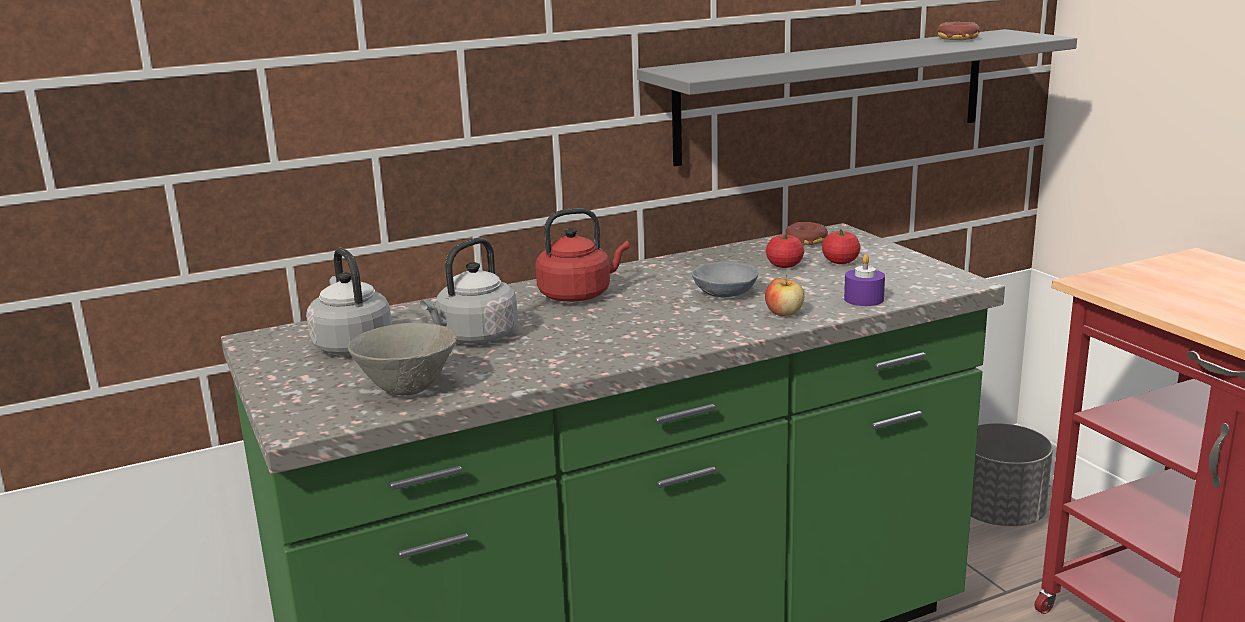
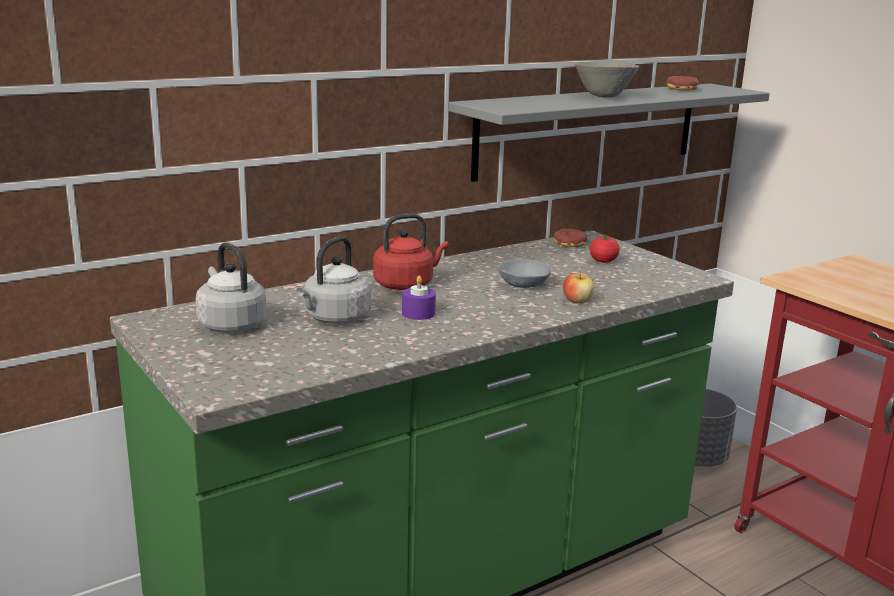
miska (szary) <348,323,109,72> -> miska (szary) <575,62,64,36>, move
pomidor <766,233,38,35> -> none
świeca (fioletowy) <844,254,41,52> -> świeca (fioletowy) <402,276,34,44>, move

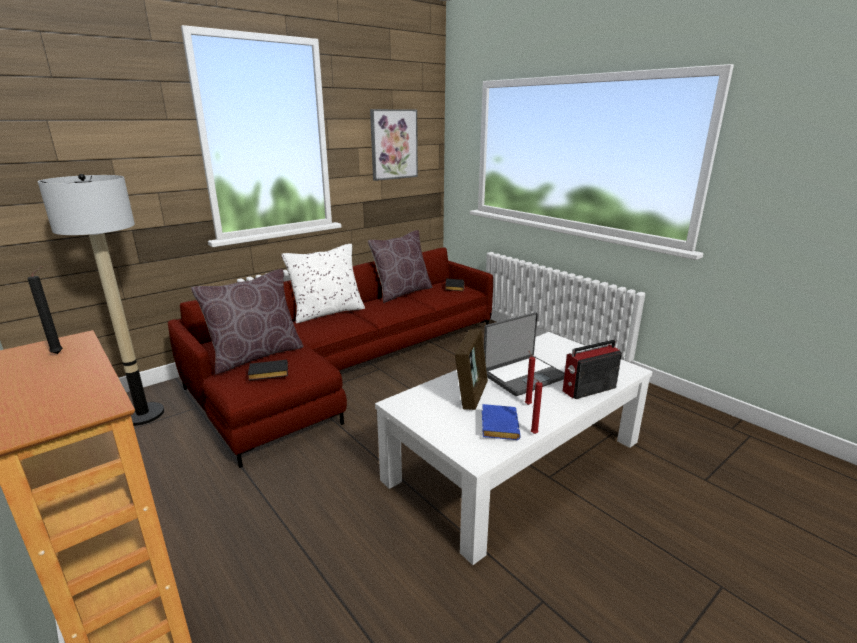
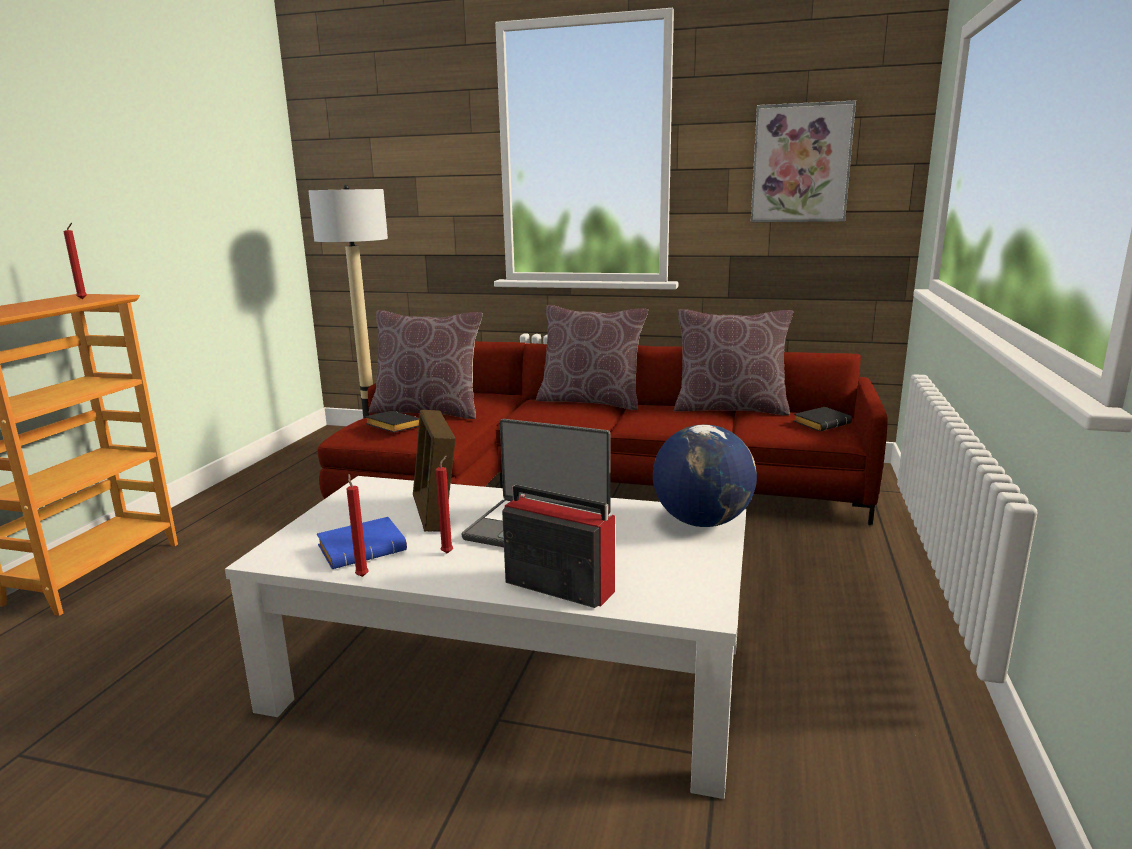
świeca (czarny) <27,266,36,88> -> świeca (czerwony) <63,223,24,76>
poduszka (biały) <281,244,84,79> -> poduszka (brązowy) <536,305,112,105>
ramka na zdjęcie <455,329,33,81> -> ramka na zdjęcie <413,410,43,122>, 90 degrees clockwise
none -> globus <653,424,104,103>

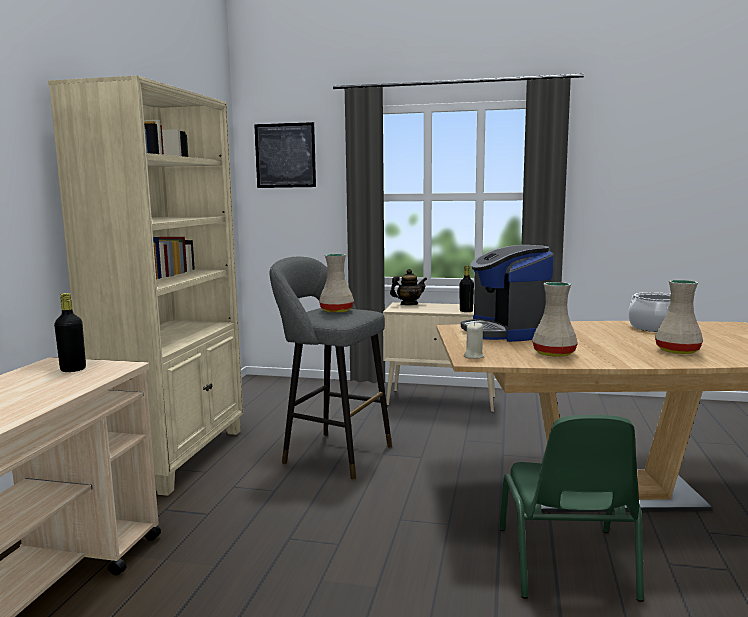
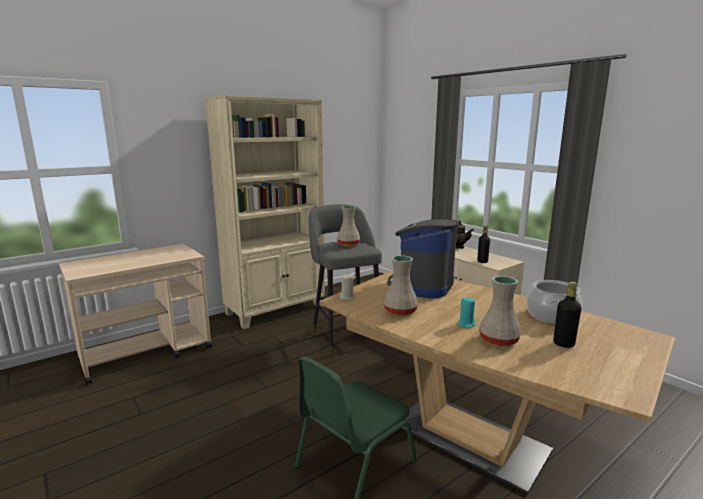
butelka (czarny) <54,293,32,79> -> butelka (czarny) <553,282,28,66>, move
obraz <254,122,62,66> -> none
none -> świeca (turkusowy) <458,297,18,32>

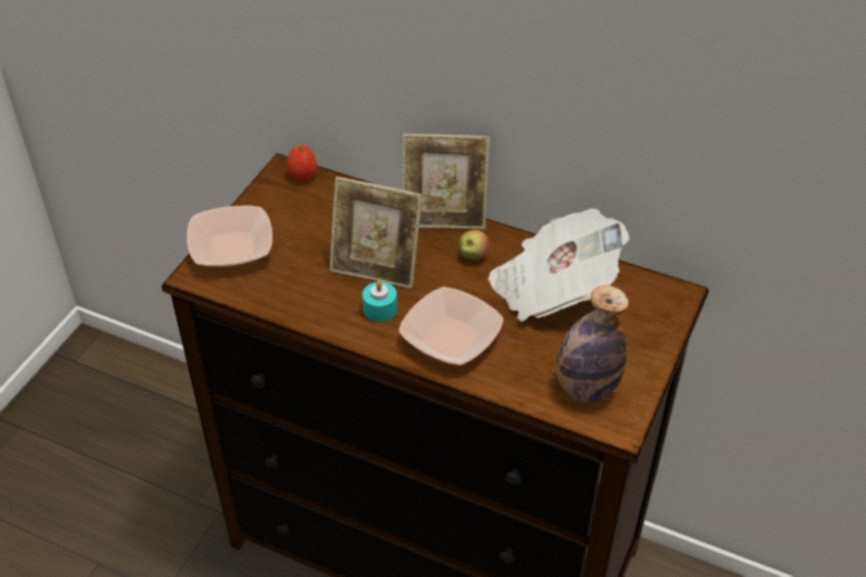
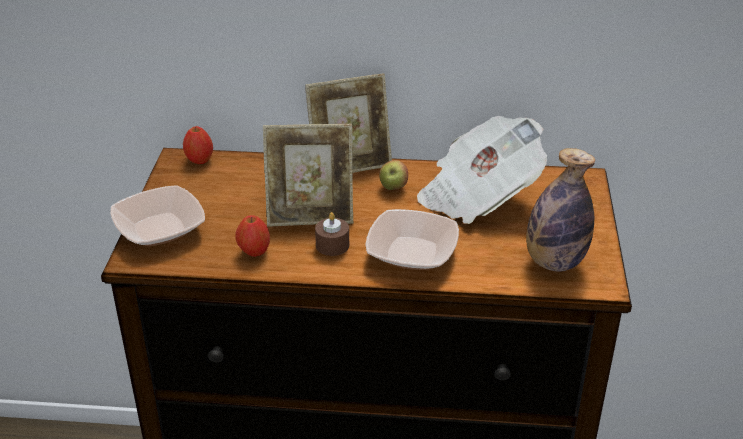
świeca (turkusowy) <362,280,35,42> -> świeca (brązowy) <315,212,34,44>
none -> jabłko <235,215,35,42>

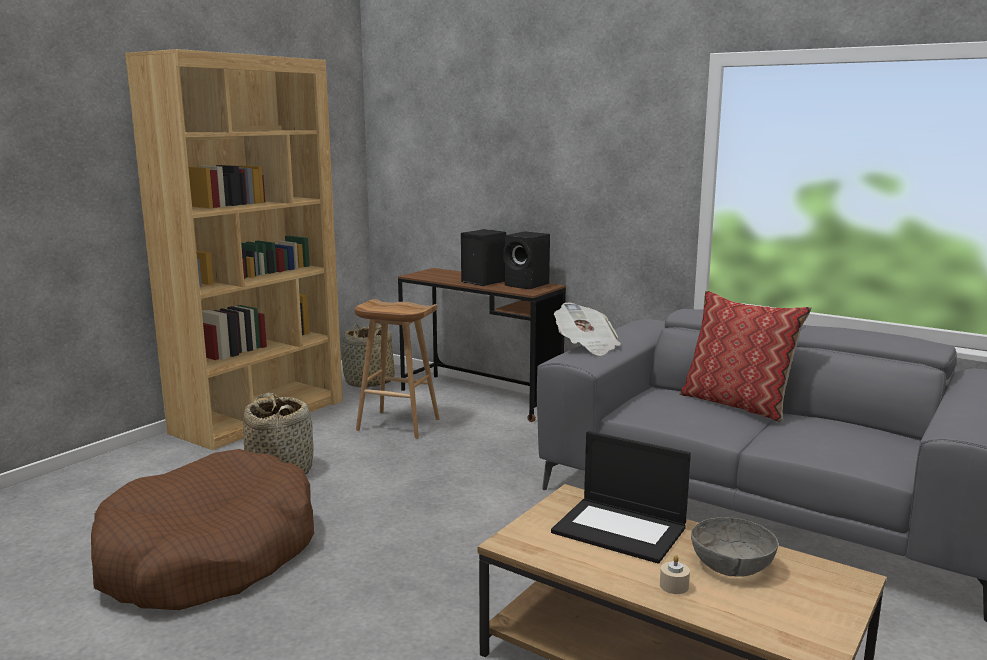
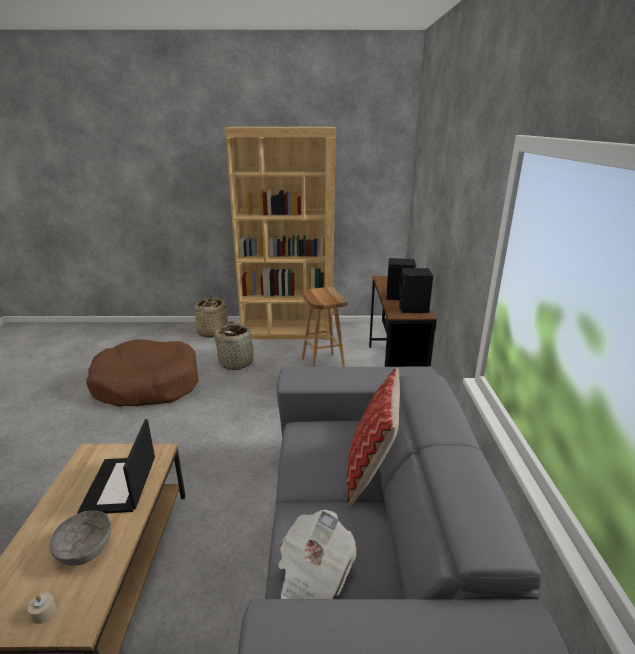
koszyk <341,324,54,64> -> koszyk <195,296,33,42>, move
gazeta <554,303,67,53> -> gazeta <278,510,79,89>, move
świeca (beżowy) <660,555,30,39> -> świeca (beżowy) <28,593,29,31>, move

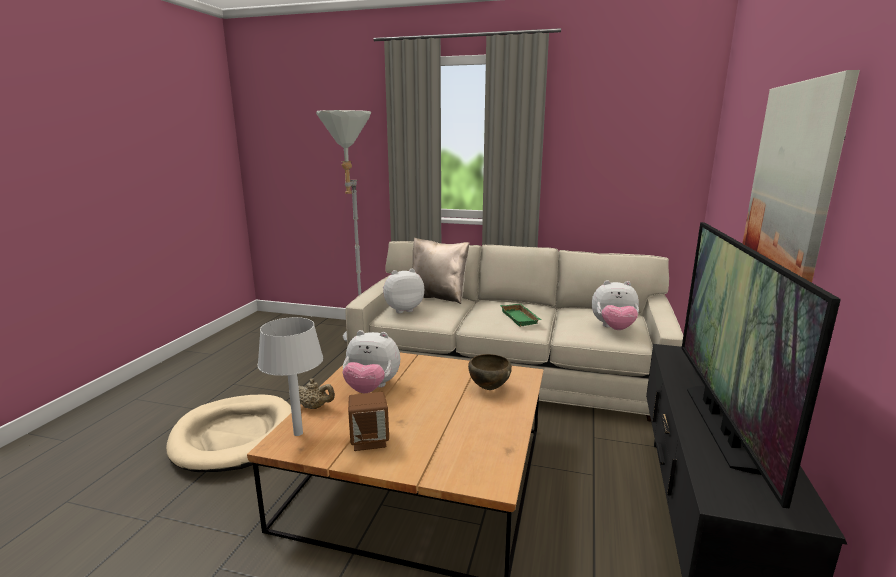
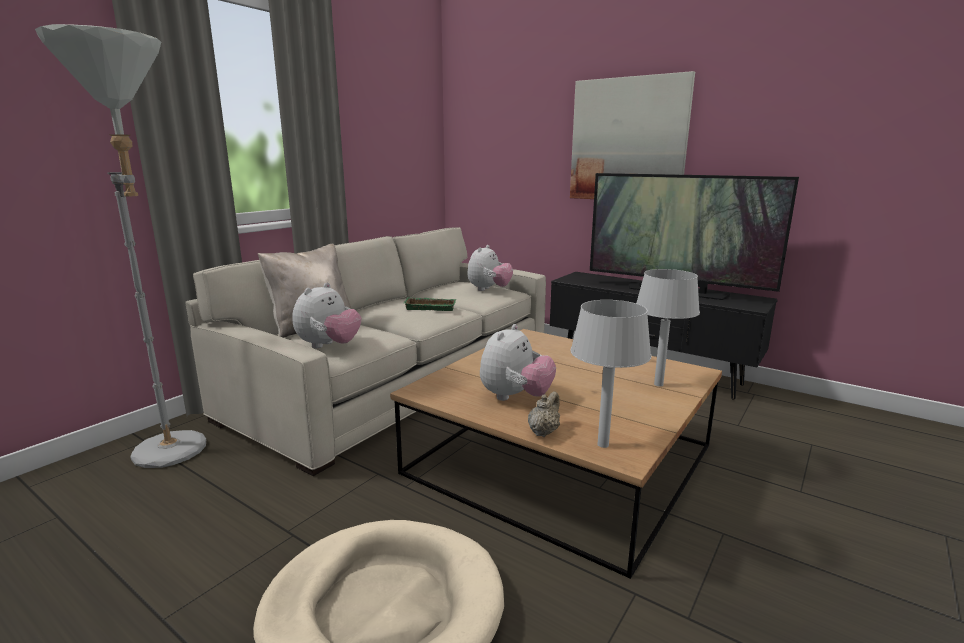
głośnik (brązowy) <348,392,41,59> -> none
pluszak <383,268,41,45> -> pluszak <292,283,69,65>, 150 degrees counterclockwise
miska (brązowy) <468,354,44,36> -> none
none -> lampa stołowa (szary) <636,269,64,117>

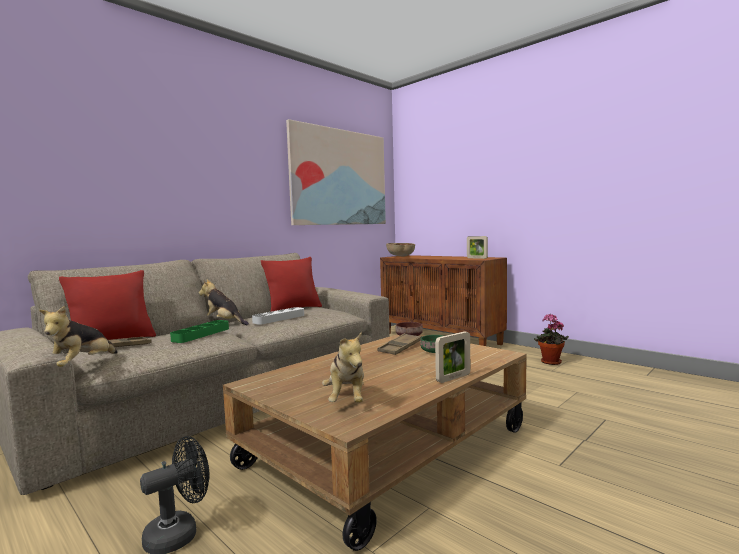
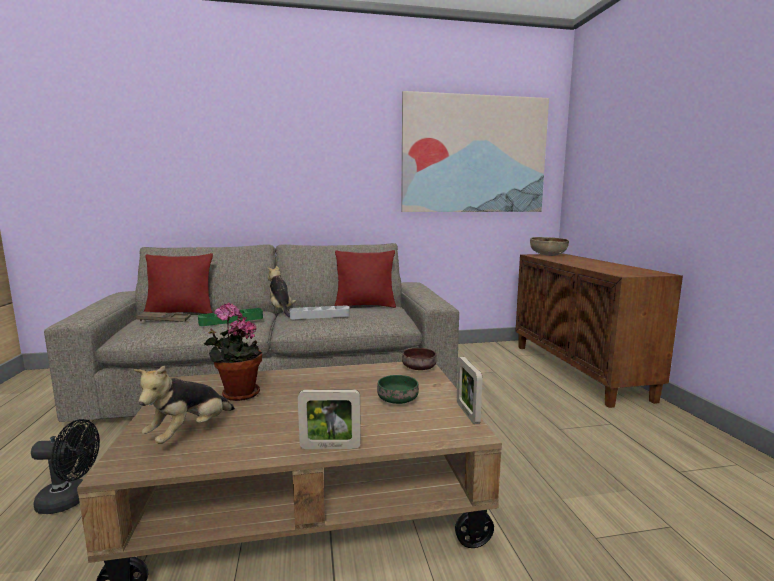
pluszak <39,306,79,61> -> none
taca (brązowy) <378,333,44,22> -> none
ramka na zdjęcie <467,236,21,23> -> ramka na zdjęcie <457,357,26,67>, move
roślina doniczkowa <534,314,35,51> -> roślina doniczkowa <204,303,58,98>, move

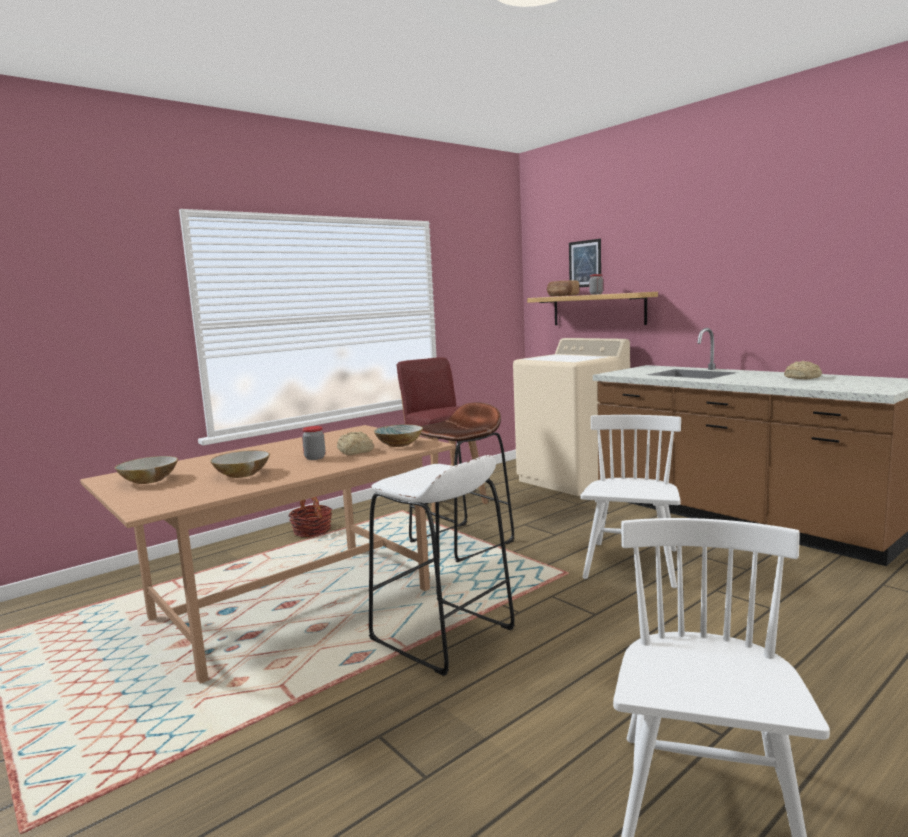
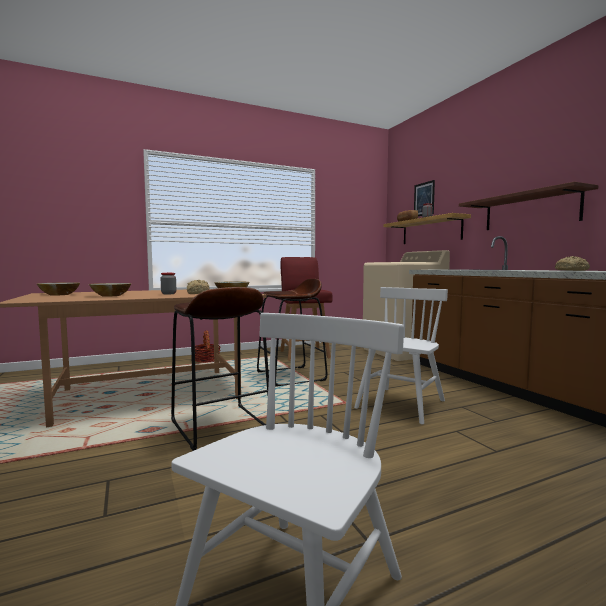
stołek (biały) <369,455,146,221> -> stołek (brązowy) <171,287,98,164>
none -> półka <459,182,140,48>

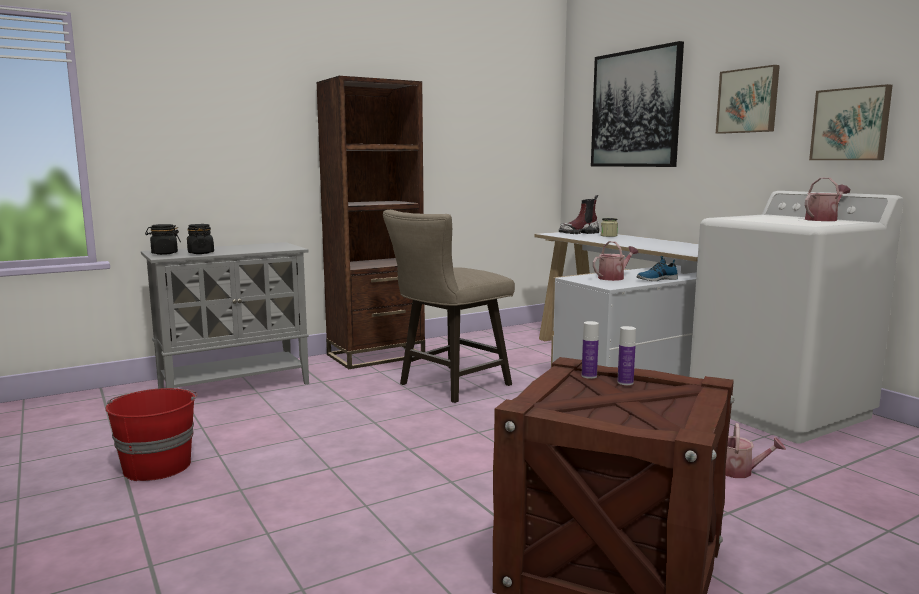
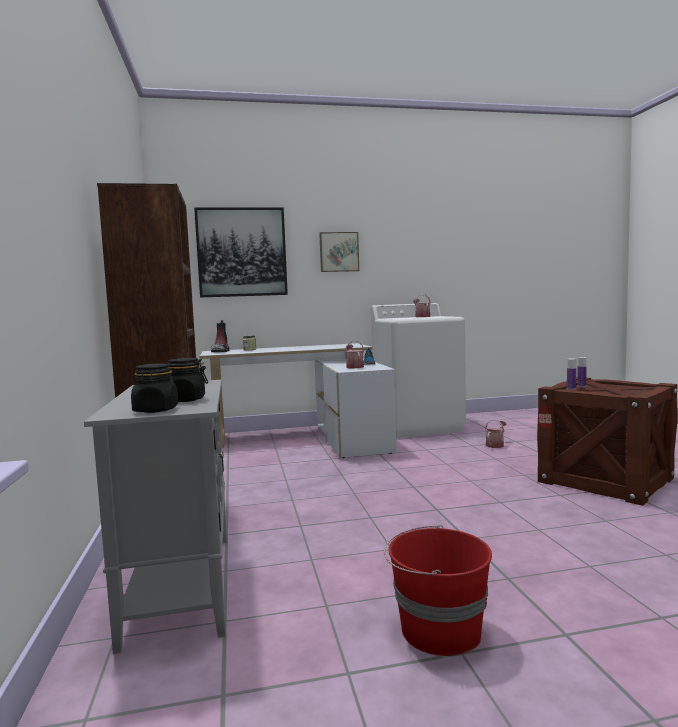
stołek (beżowy) <383,210,132,193> -> none
obraz <809,84,84,76> -> none

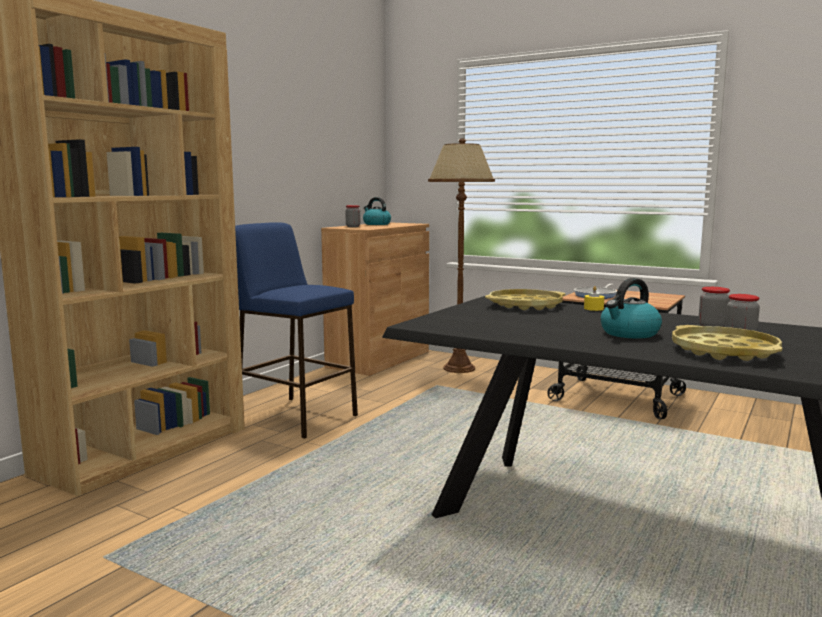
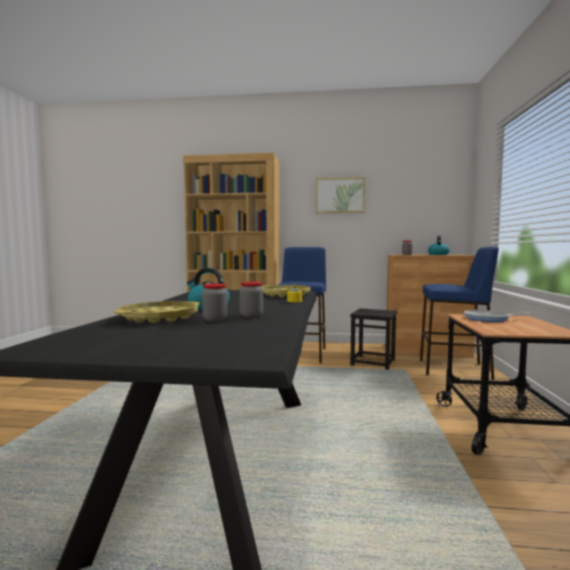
lampa stojąca (brązowy) <428,138,67,235> -> stołek (niebieski) <420,247,79,133>
none -> obraz <315,177,50,36>
none -> stołek (czarny) <350,308,47,62>

